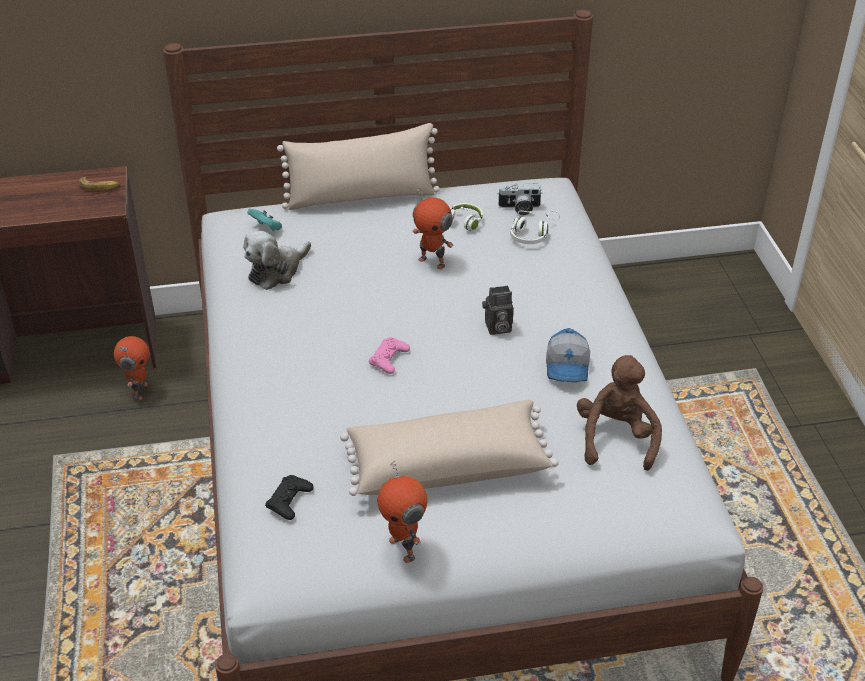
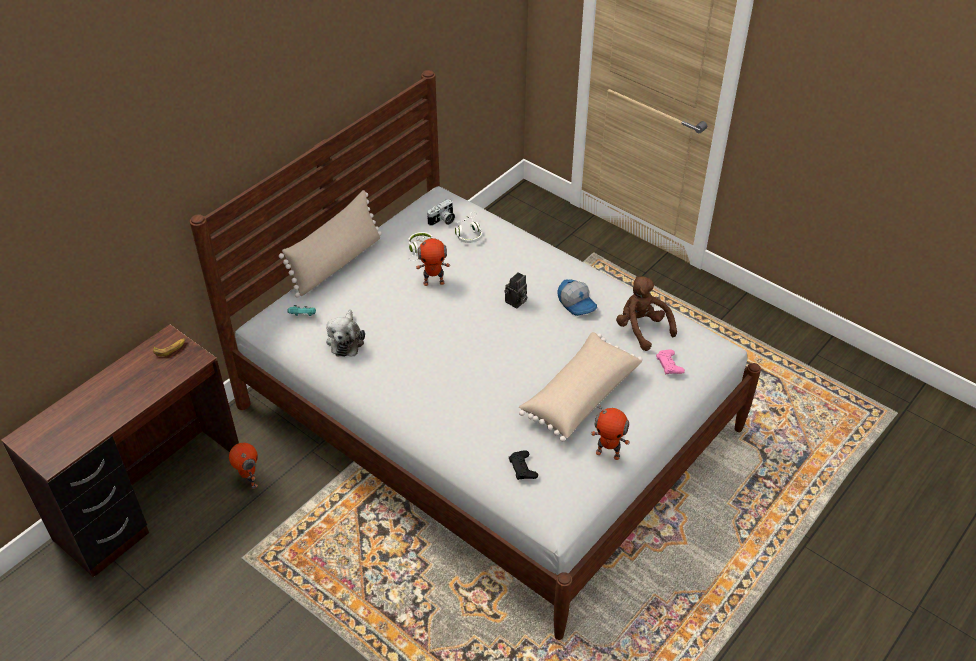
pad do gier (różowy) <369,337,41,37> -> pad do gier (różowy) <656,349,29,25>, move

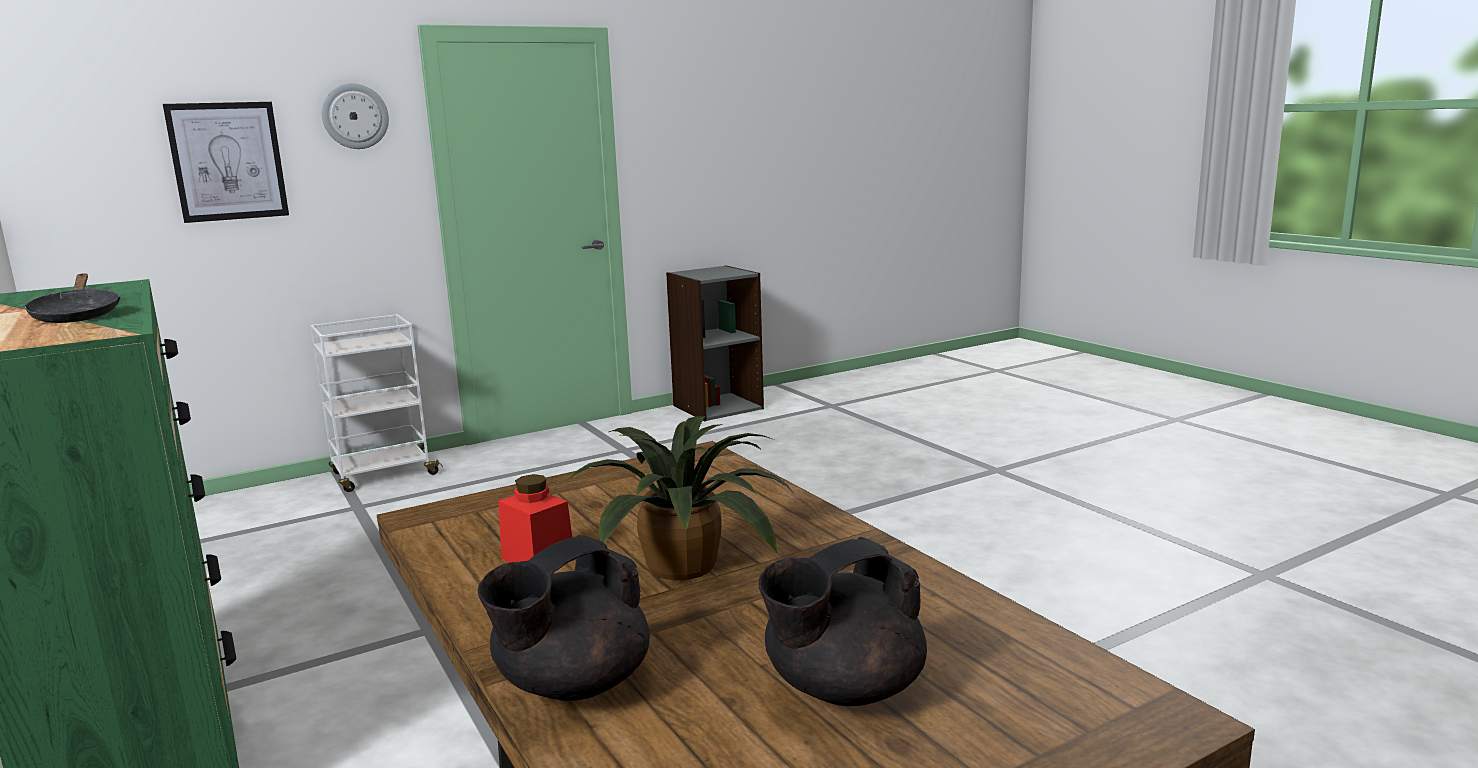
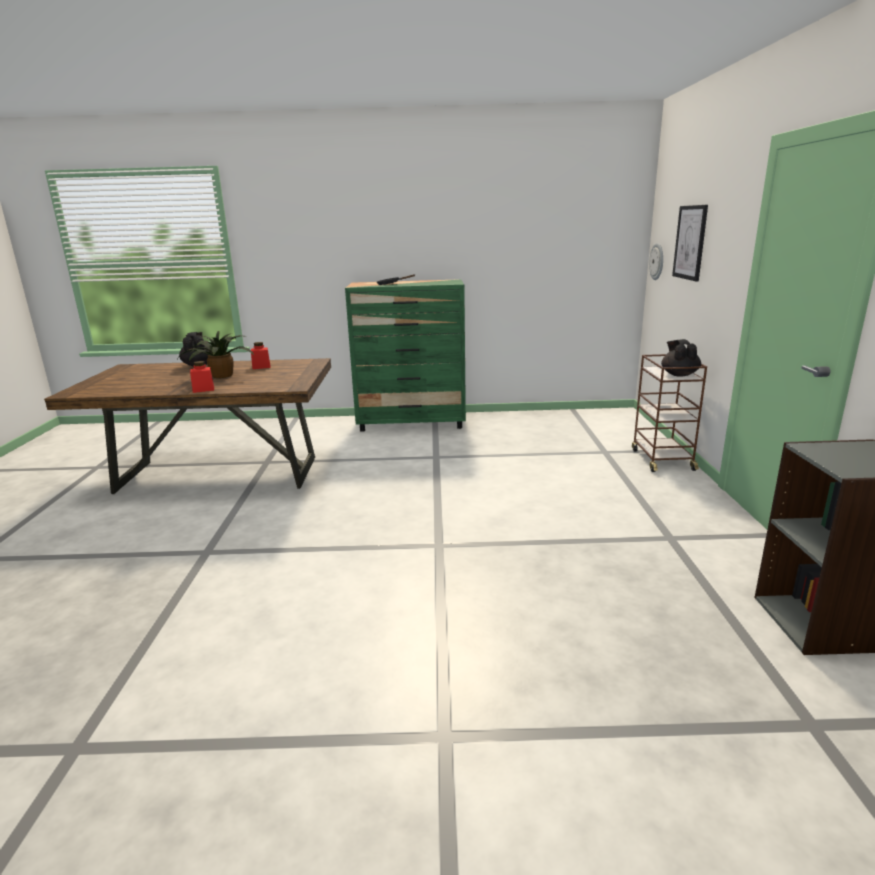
wózek (biały) <310,314,133,178> -> wózek (brązowy) <632,354,75,118>
zegar ścienny <322,83,67,66> -> zegar ścienny <649,243,14,37>, move
imbryk (czarny) <758,537,169,169> -> imbryk (czarny) <661,339,40,38>, move
none -> słoik (czerwony) <190,361,24,32>

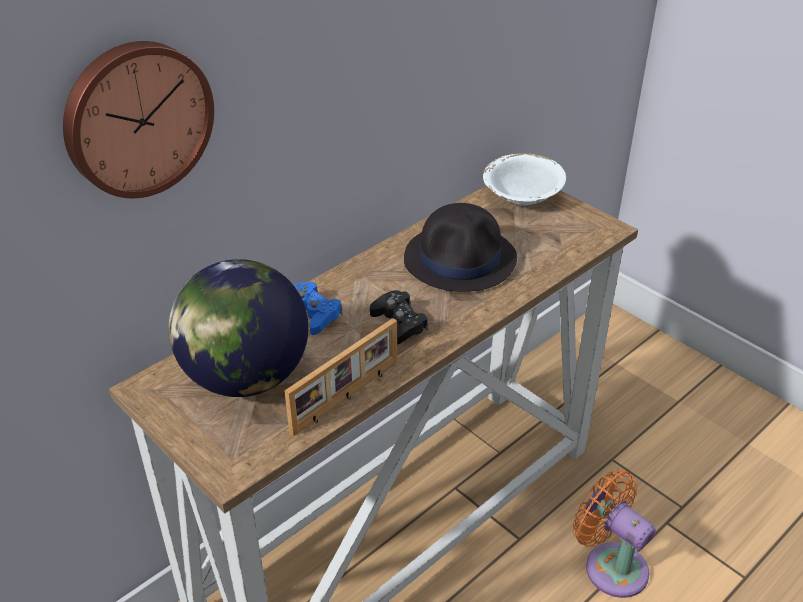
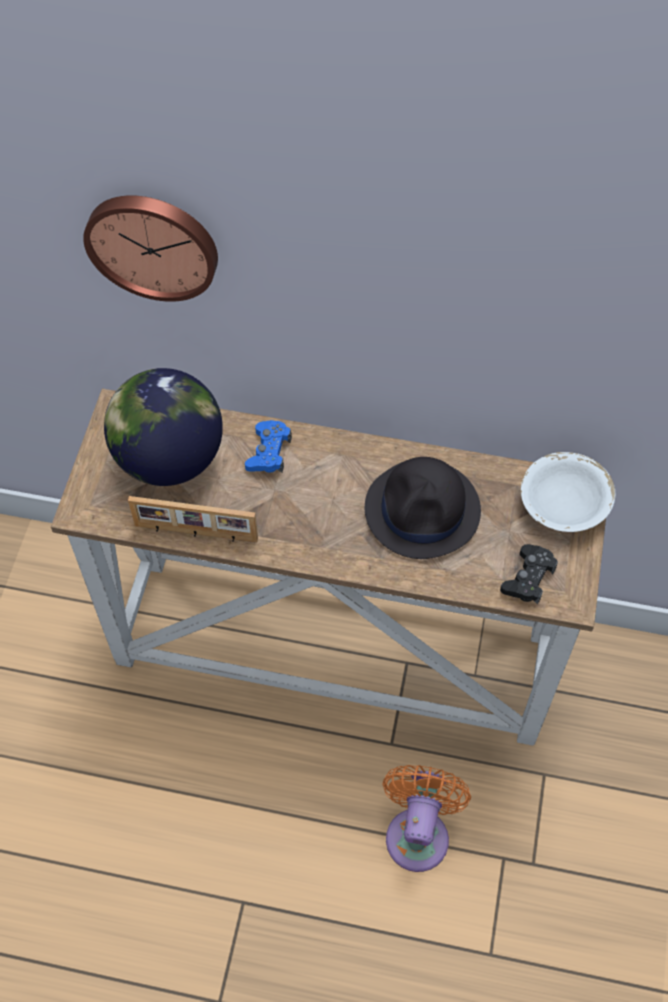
pad do gier (czarny) <370,290,58,55> -> pad do gier (czarny) <500,544,58,61>, move

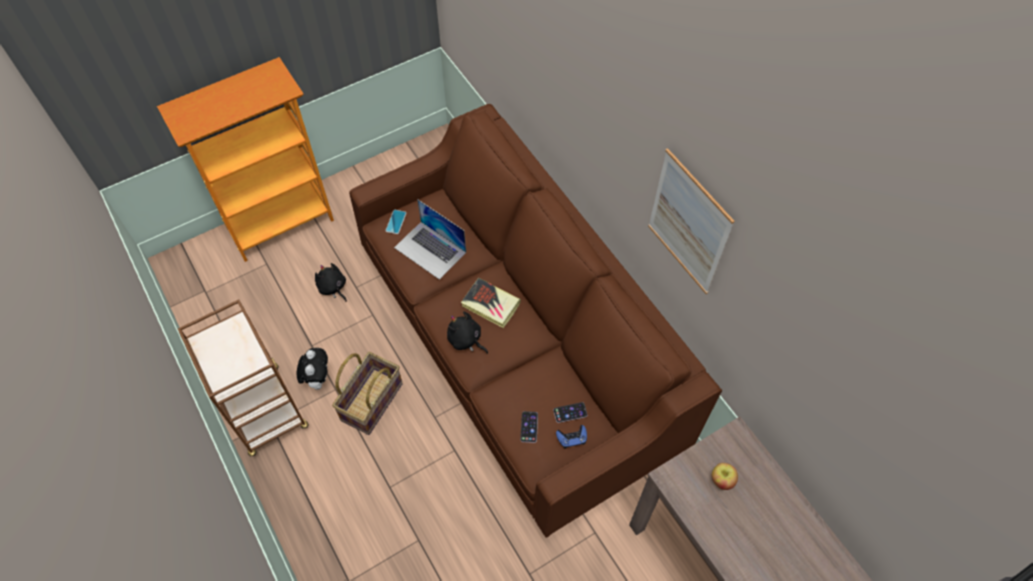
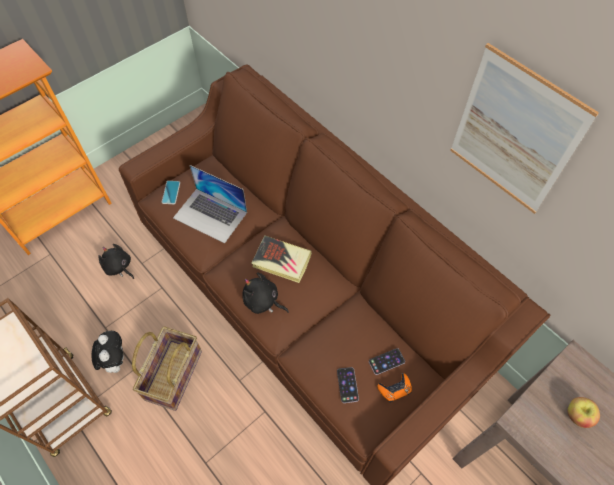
pad do gier (niebieski) <556,425,31,24> -> pad do gier (pomarańczowy) <377,373,35,30>

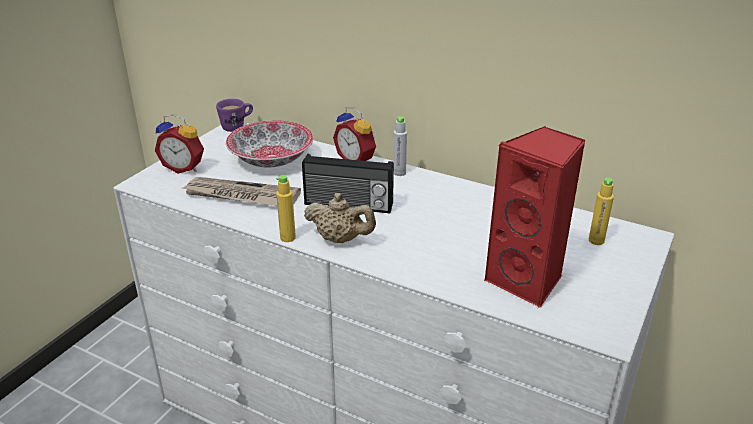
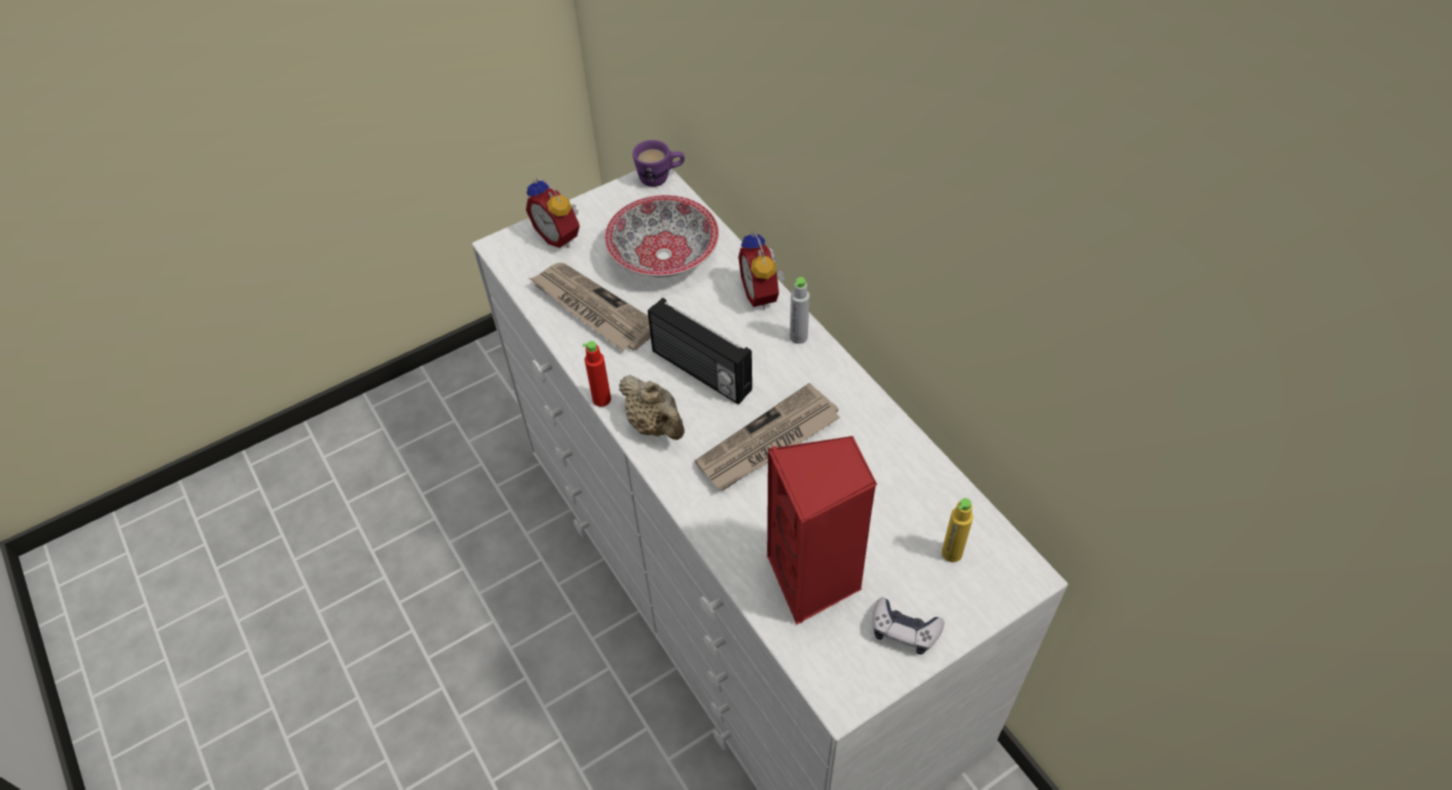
butelka (żółty) <276,175,20,67> -> butelka (czerwony) <583,341,28,66>
none -> gazeta <695,383,145,107>
none -> pad do gier <873,597,71,57>

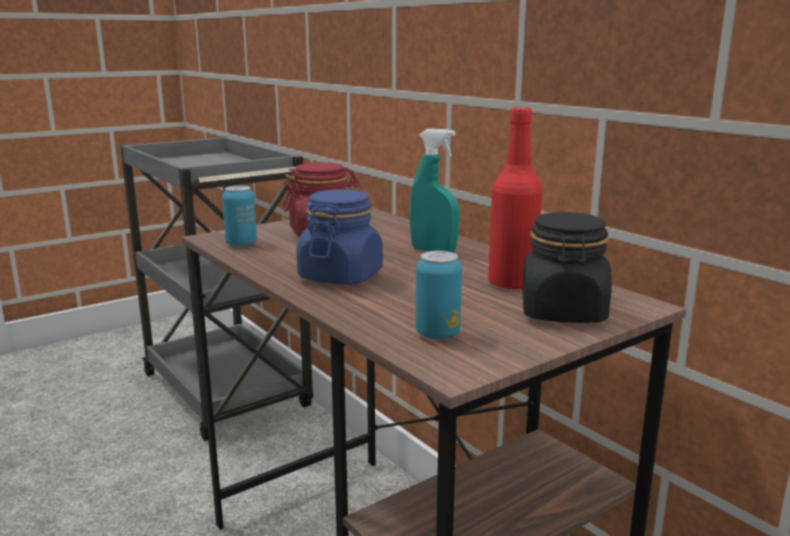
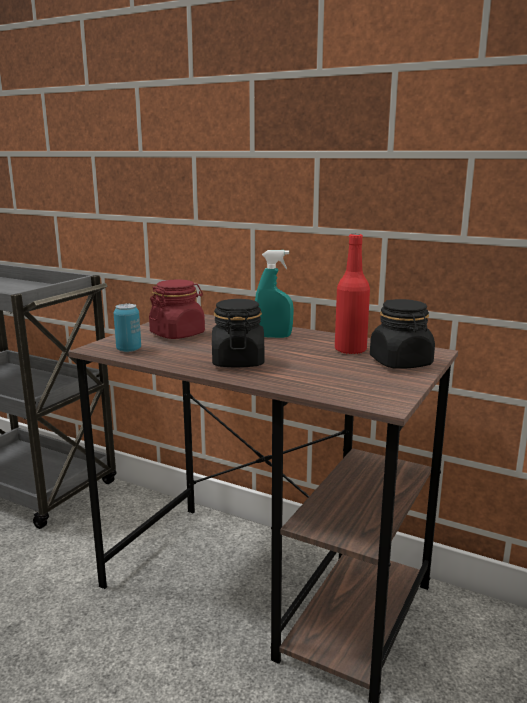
słoik (niebieski) <296,190,87,95> -> słoik (czarny) <212,299,52,69>
puszka <416,251,46,89> -> none

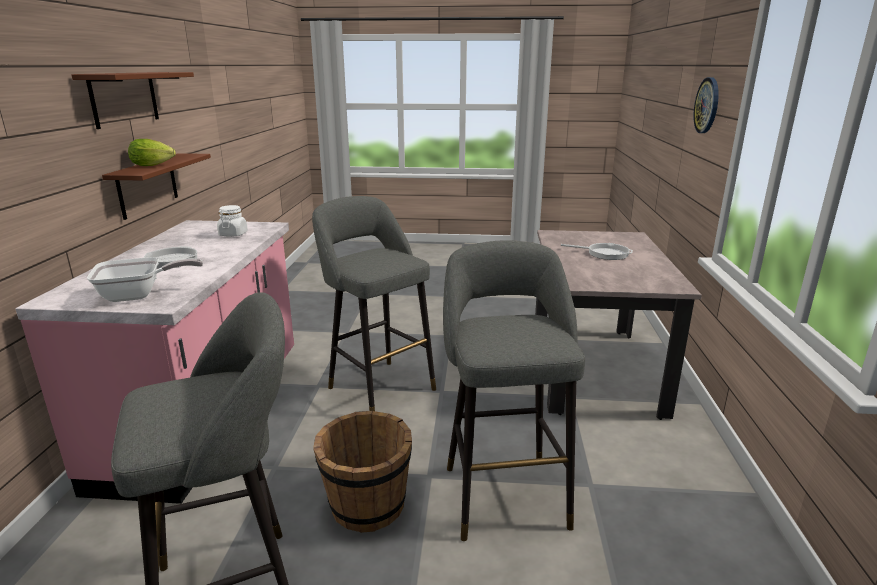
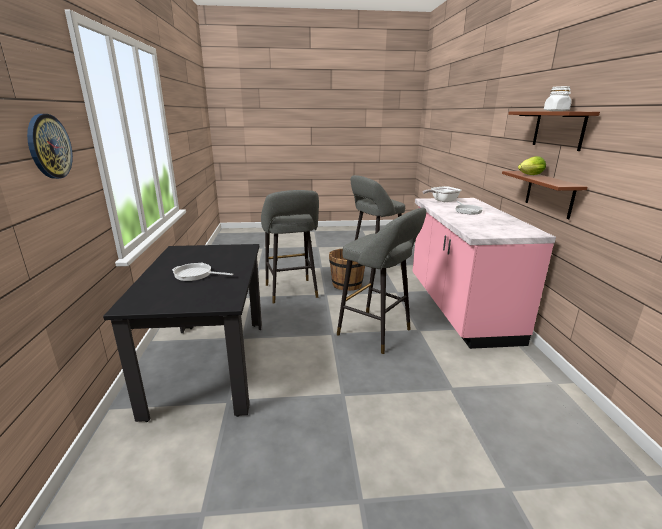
słoik (biały) <217,205,31,32> -> słoik (biały) <544,86,28,25>, move
stół jadalny (beżowy) <535,230,167,190> -> stół jadalny (czarny) <103,244,159,178>

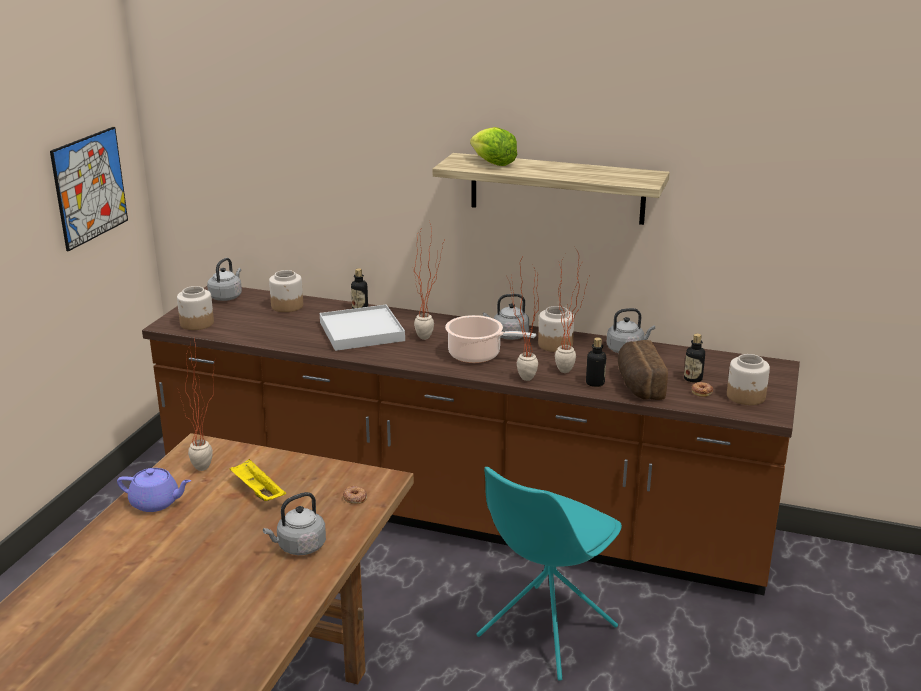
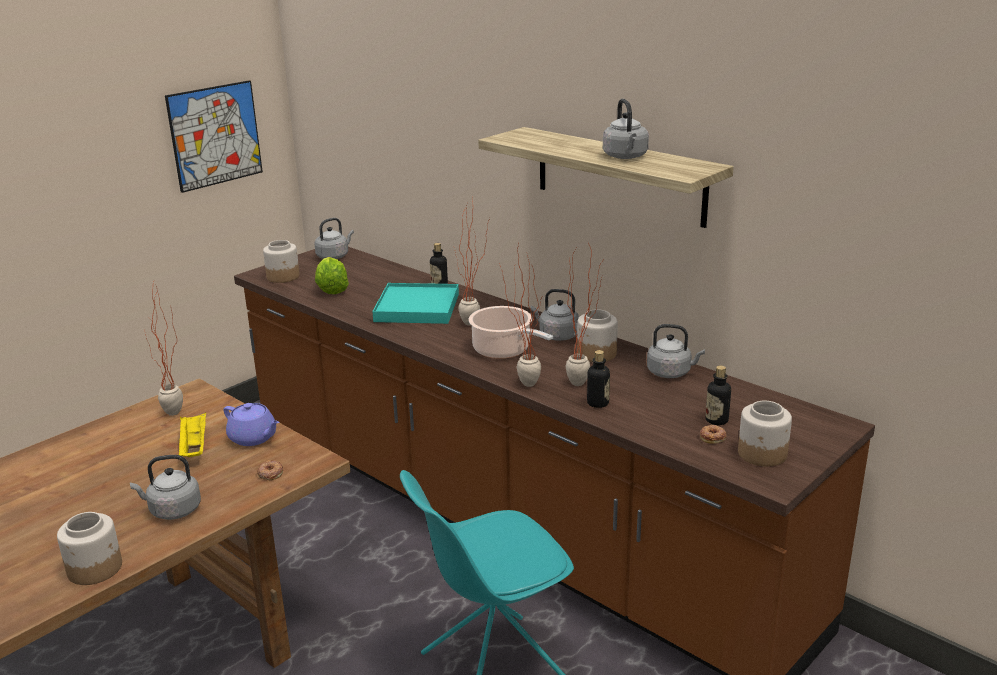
imbryk (fioletowy) <117,468,74,44> -> imbryk (fioletowy) <223,403,56,43>, move
słoik <269,270,34,42> -> słoik <57,512,65,73>, move
taca (biały) <320,304,85,47> -> taca (turkusowy) <372,283,87,41>
sałata <470,127,47,39> -> sałata <315,257,34,37>, move
chleb <618,340,50,60> -> none
none -> czajnik (szary) <603,99,46,60>

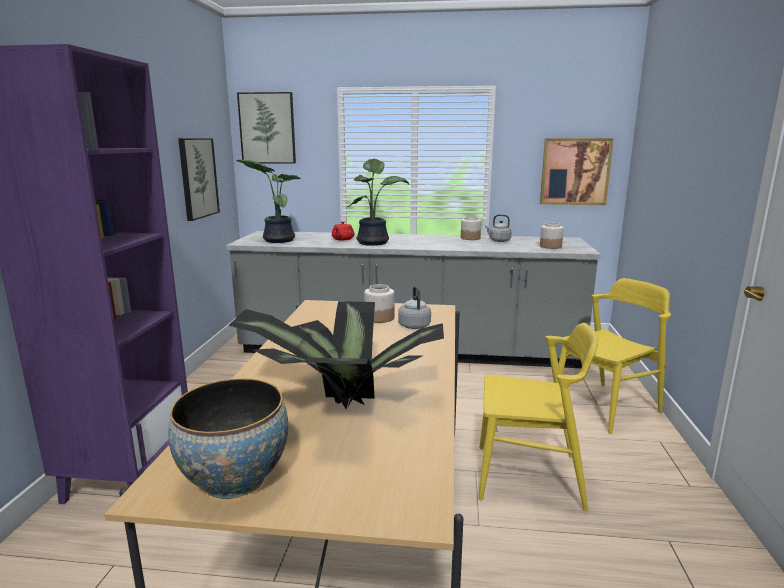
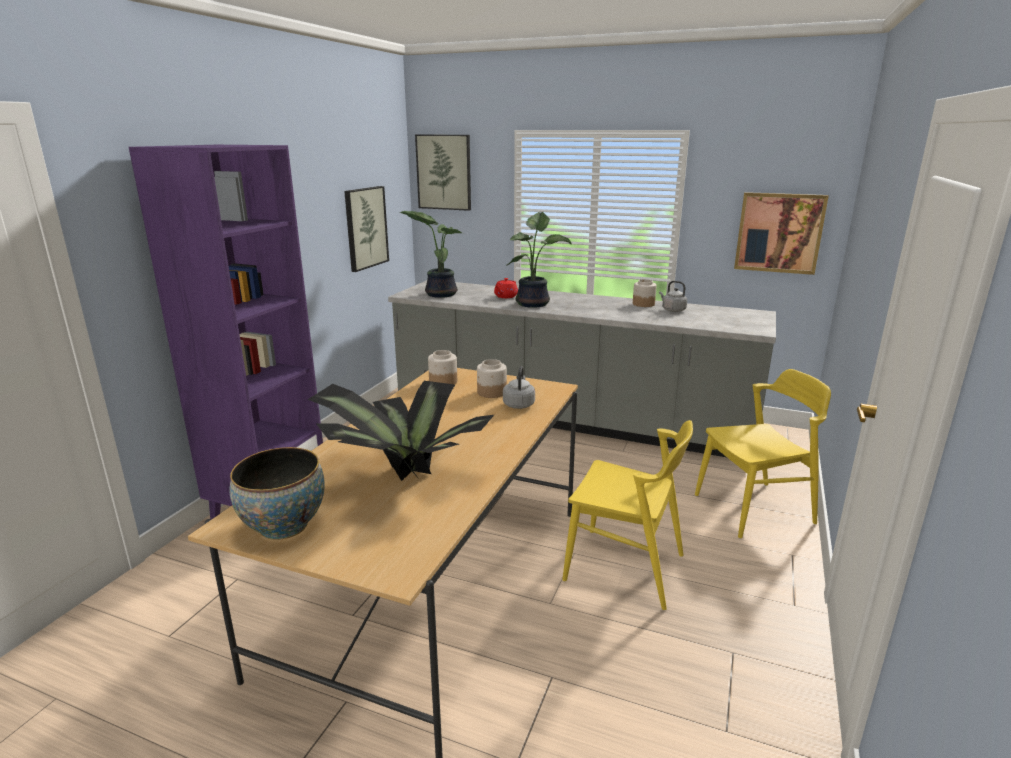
słoik <540,222,24,27> -> słoik <428,350,29,34>, move

